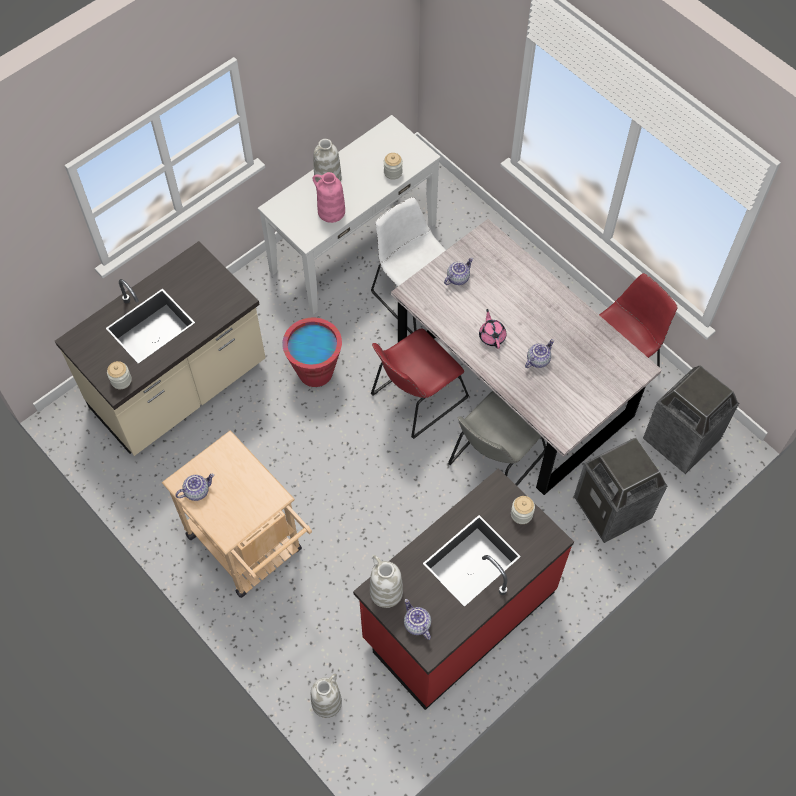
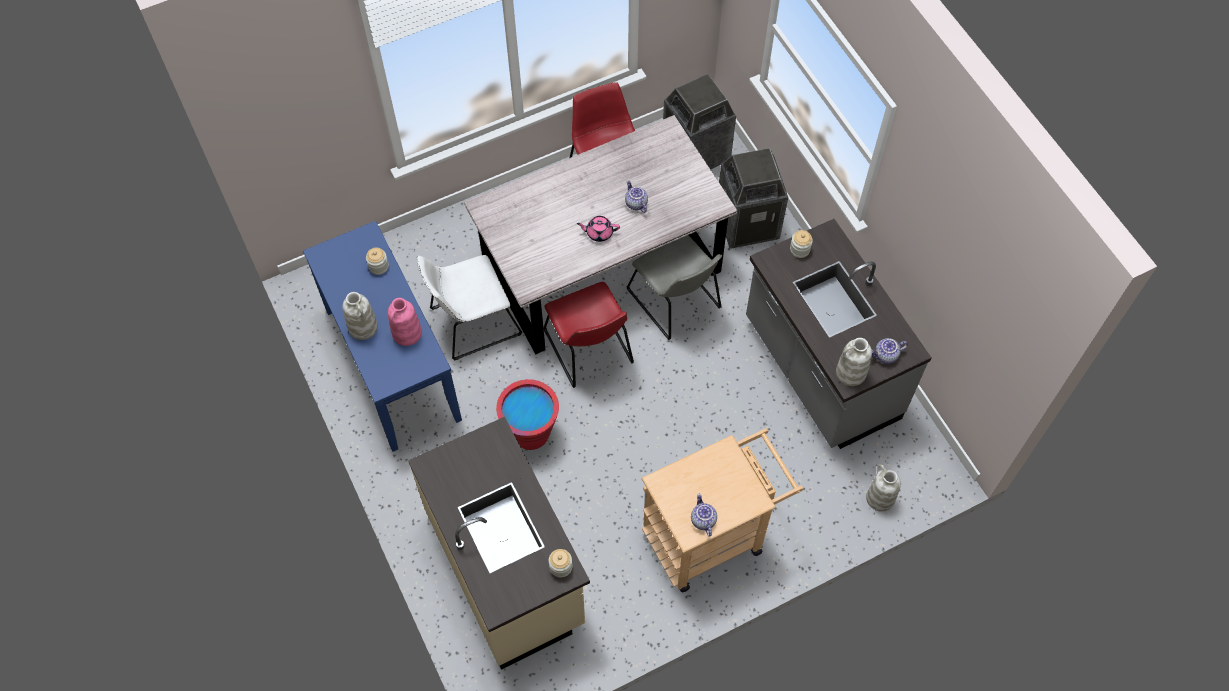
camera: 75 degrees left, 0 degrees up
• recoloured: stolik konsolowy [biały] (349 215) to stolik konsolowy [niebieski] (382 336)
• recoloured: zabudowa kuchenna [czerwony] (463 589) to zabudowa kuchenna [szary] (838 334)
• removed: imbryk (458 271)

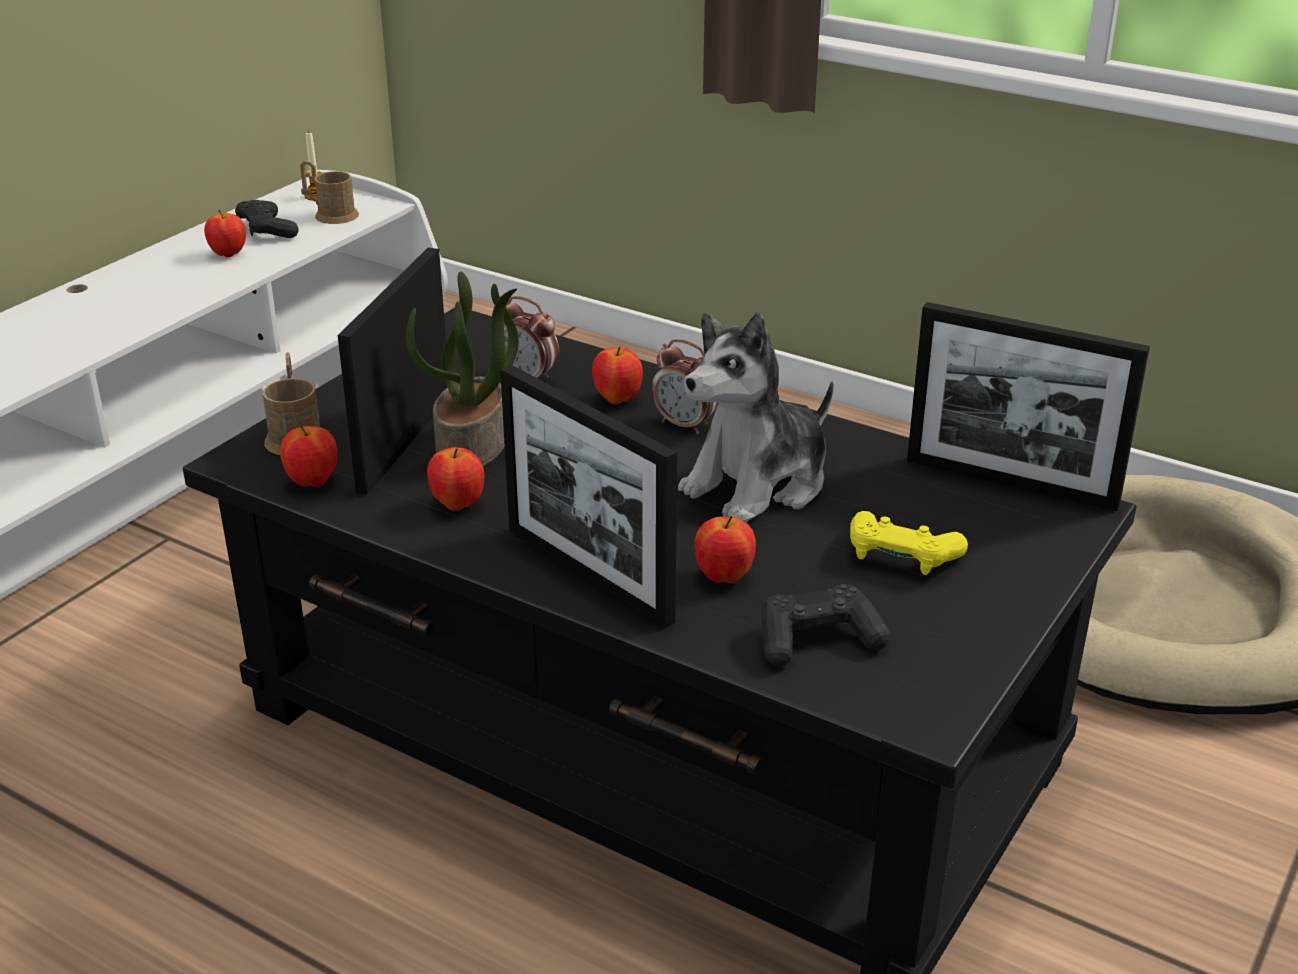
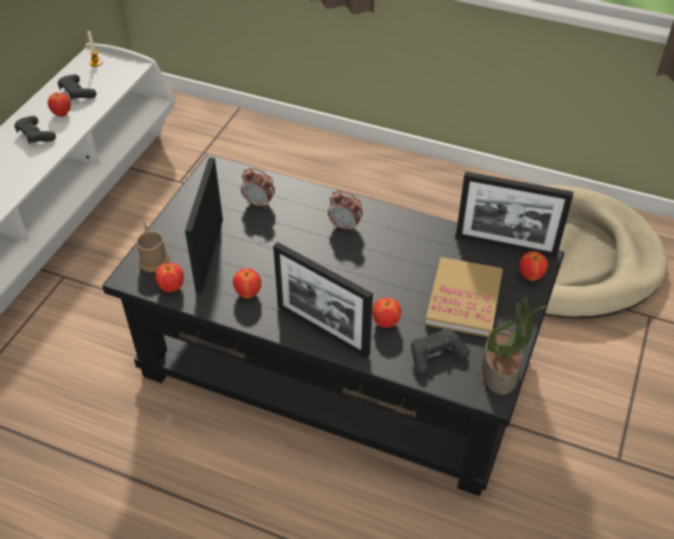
camera: 10 degrees left, 15 degrees up
• removed: kubek [brązowy] (329 192)
• moved: roślina doniczkowa (462 369) to (514 346)
• moved: jabłko (617 376) to (533 266)
• removed: pluszak (756 417)
• replaced: pad do gier [żółty] (909 543) to książka (464 297)
• added: pad do gier [czarny] (35 130)

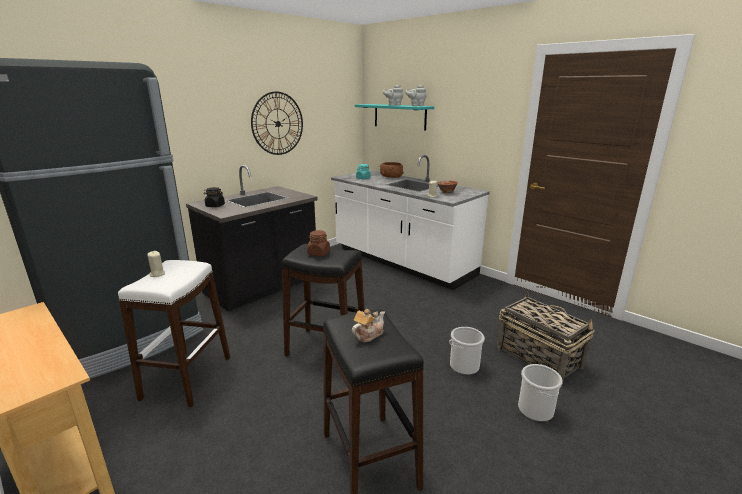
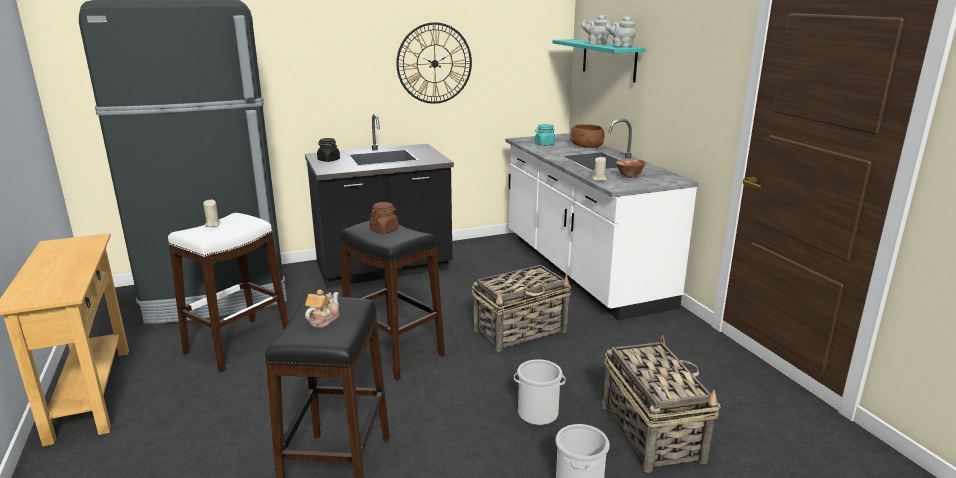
camera: 25 degrees right, 0 degrees up
• turned: imbryk (368 325) = (322 308) 45 degrees counterclockwise
• added: koszyk (521 308)

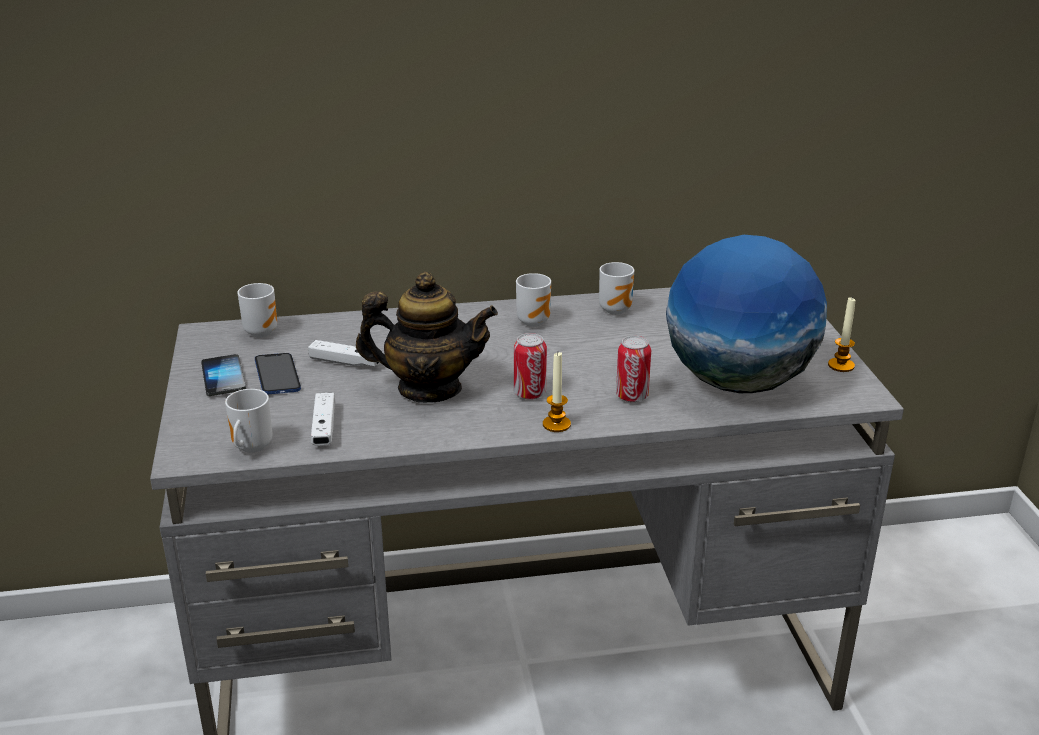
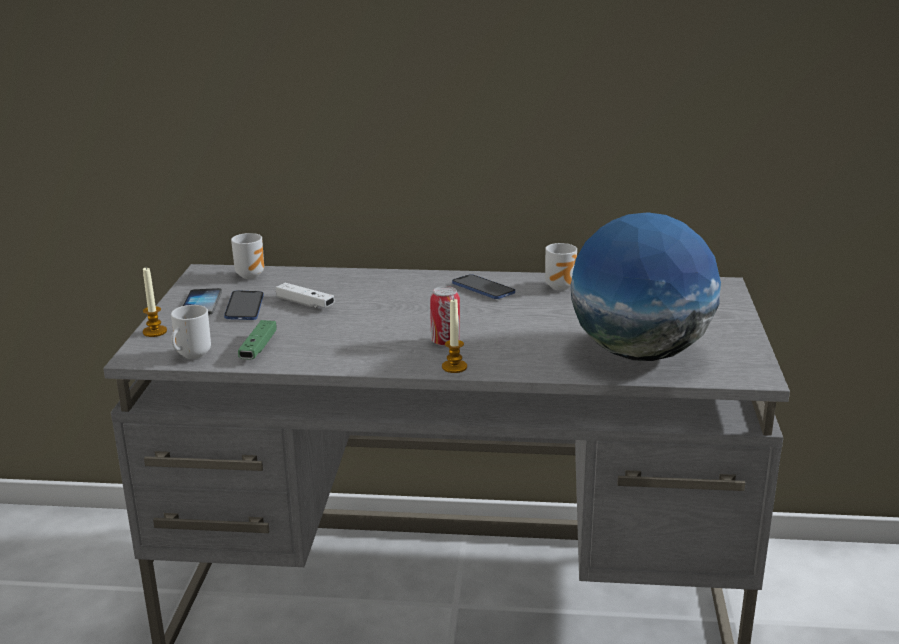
camera: 15 degrees right, 5 degrees down
• recoloured: pad do gier [biały] (323 419) to pad do gier [zielony] (257 340)
• removed: imbryk (427 337)
• replaced: kubek (533 300) to telefon (483 286)
• removed: puszka (633 369)
• moved: świeca (841 334) to (155 302)

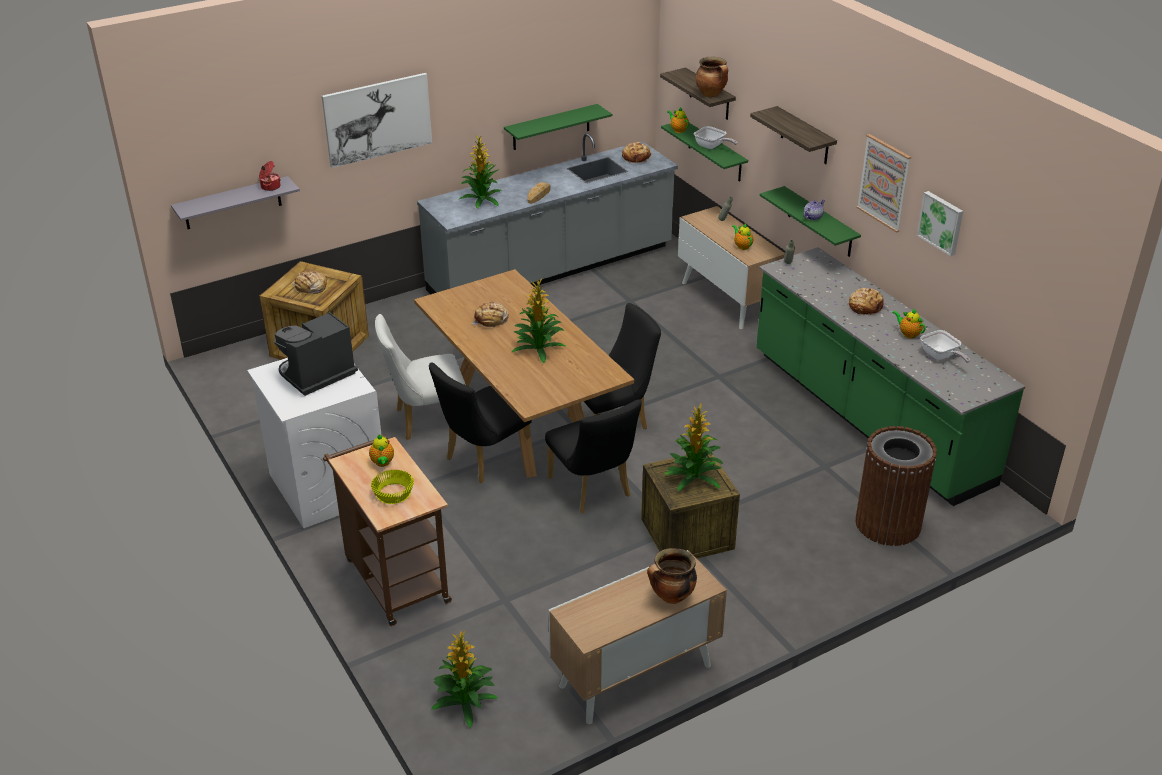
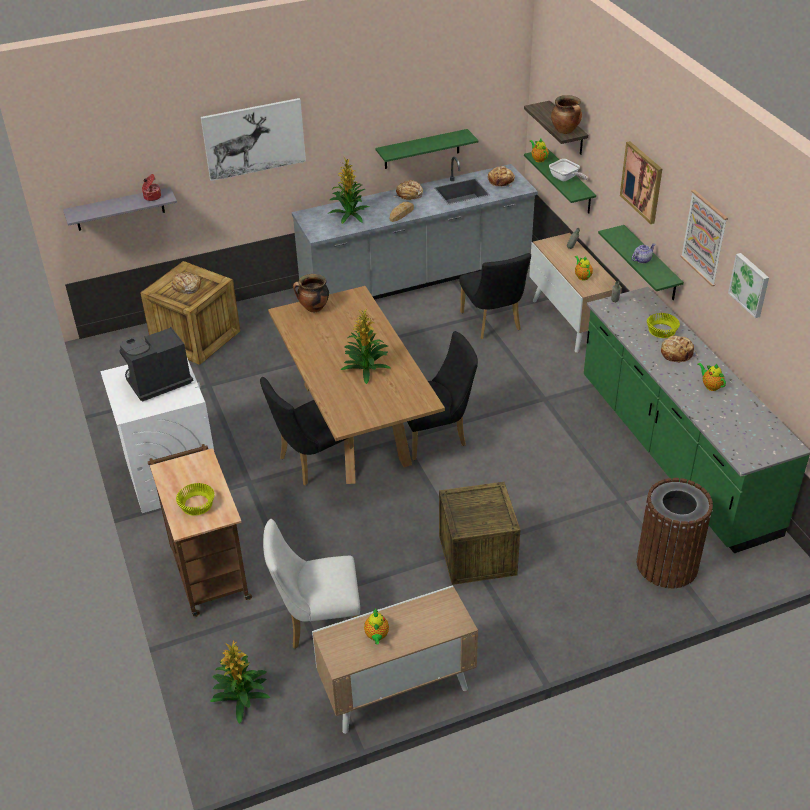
camera: 10 degrees right, 5 degrees up
• moved: imbryk (381 450) to (376 626)
• moved: krzesło [biały] (420 377) to (311 584)
• moved: chleb (490 314) to (408 190)
• moved: krzesło [czarny] (593 456) to (495 296)
• moved: garnek (672 576) to (311 293)
• removed: roślina doniczkowa (693 447)
• replaced: półka (793 135) to obraz (641 182)
• removed: patelnia (945 346)
• added: miska [żółty] (663 325)

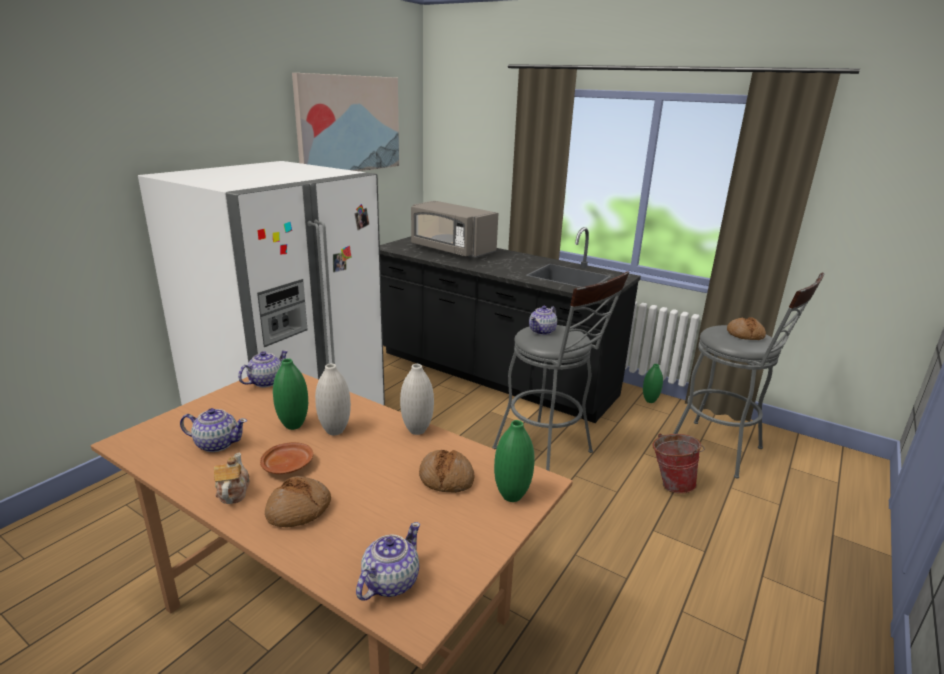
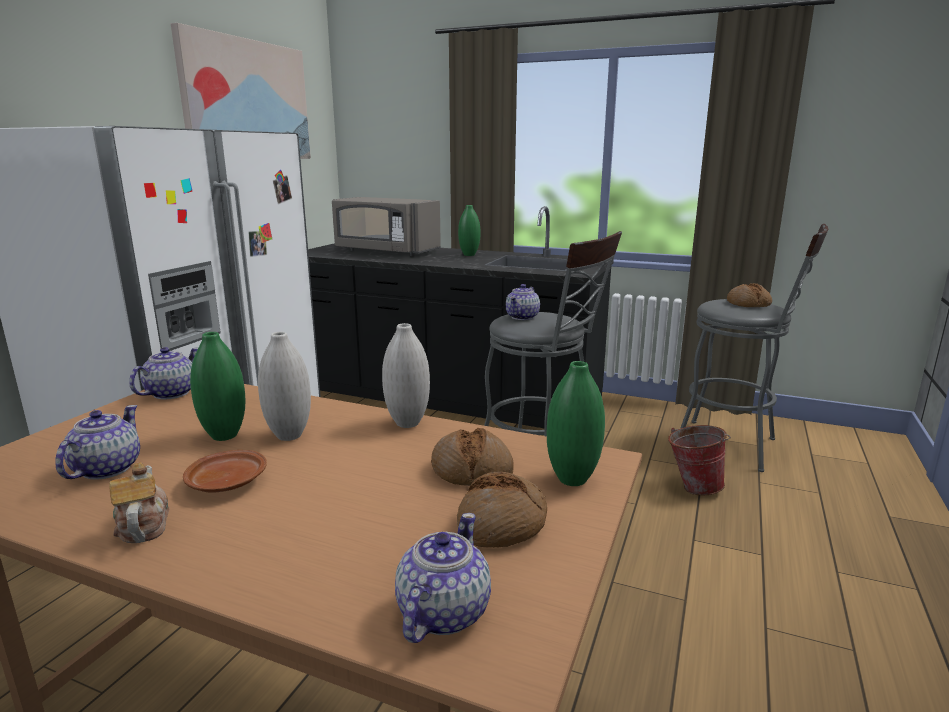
camera: 10 degrees left, 5 degrees down
• turned: imbryk (213 430) = (97 442) 75 degrees counterclockwise
• moved: chleb (298 501) to (502 510)
• moved: wazon [zielony] (653 383) to (469 230)

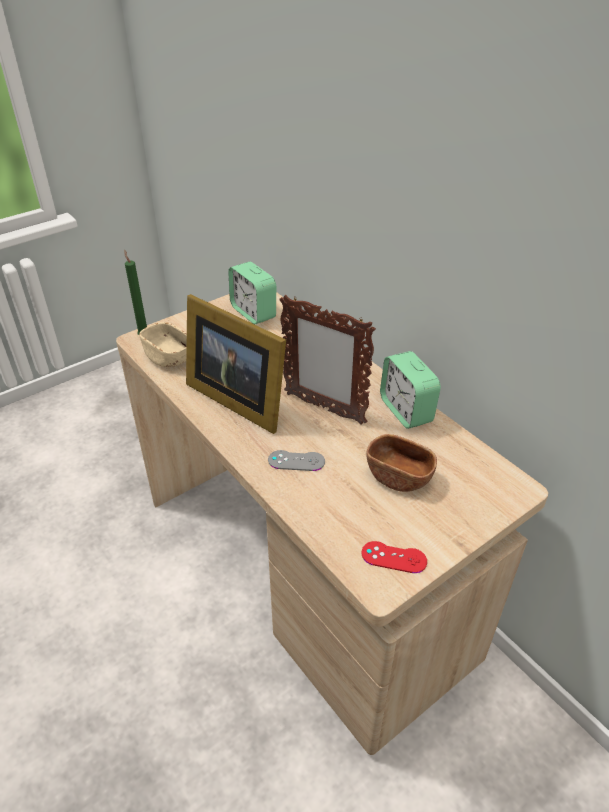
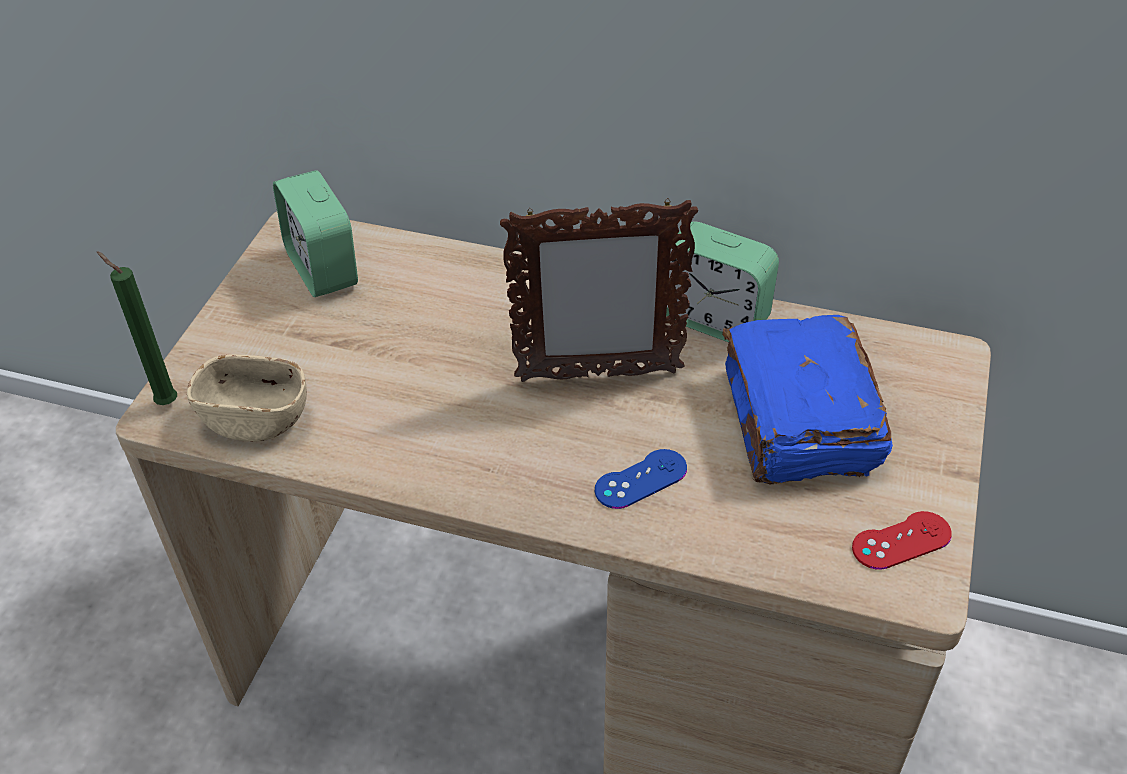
camera: 35 degrees left, 5 degrees up
• removed: ramka na zdjęcie (236 364)
• turned: budzik (252 292) = (315 233) 45 degrees clockwise
• recoloured: pad do gier [szary] (296 460) to pad do gier [niebieski] (641 479)
• replaced: miska [brązowy] (401 463) to książka [niebieski] (807 399)

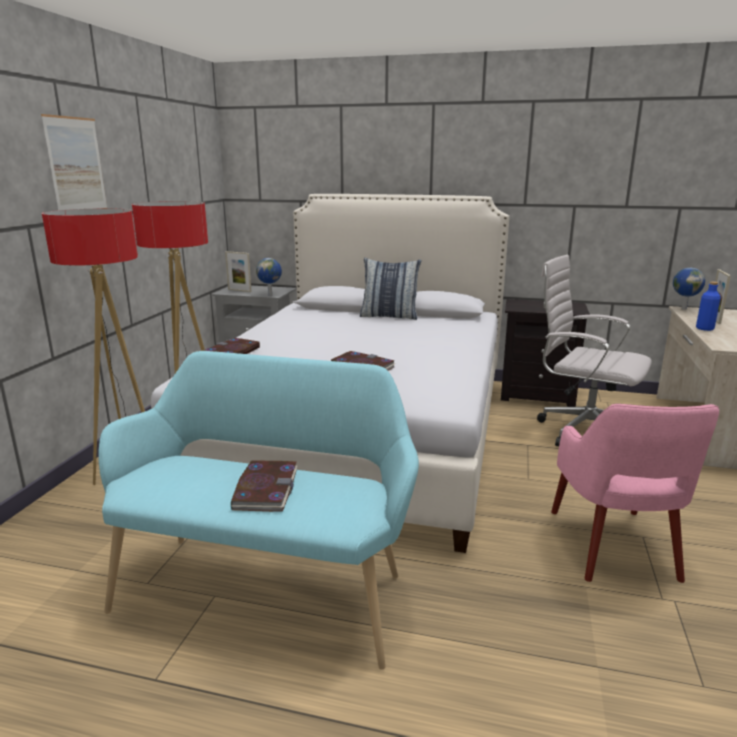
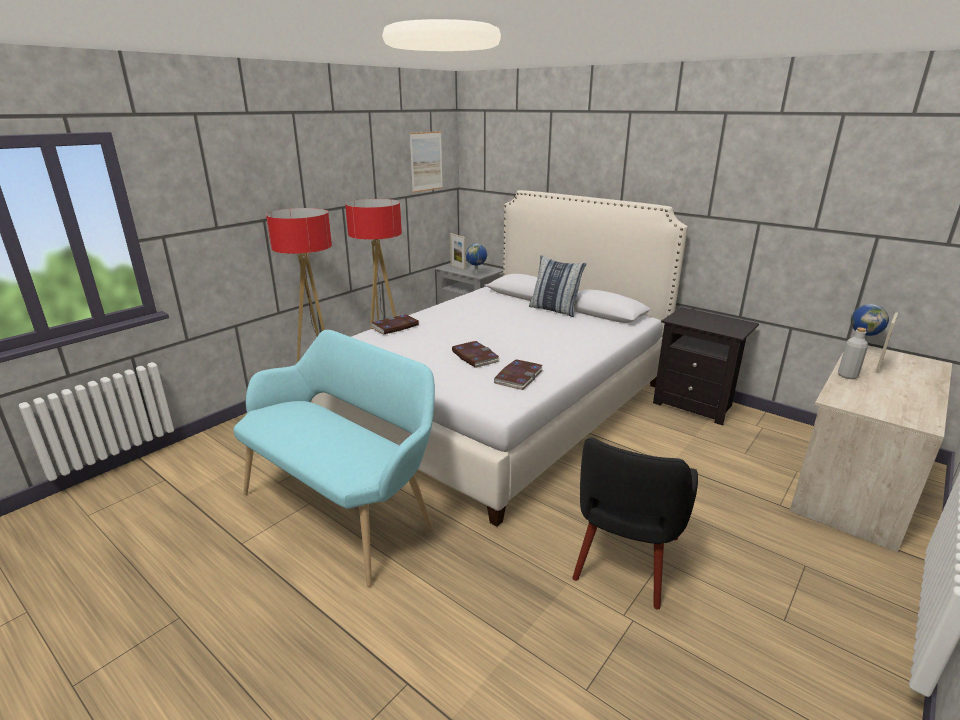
camera: 25 degrees right, 5 degrees up
• moved: obraz (74 162) to (426 162)
• moved: książka (264 486) to (518 374)
• removed: krzesło biurowe [biały] (594 350)
• recoloured: fotel [różowy] (635 493) to fotel [czarny] (635 523)
• recoloured: butelka [niebieski] (708 306) to butelka [szary] (853 353)

